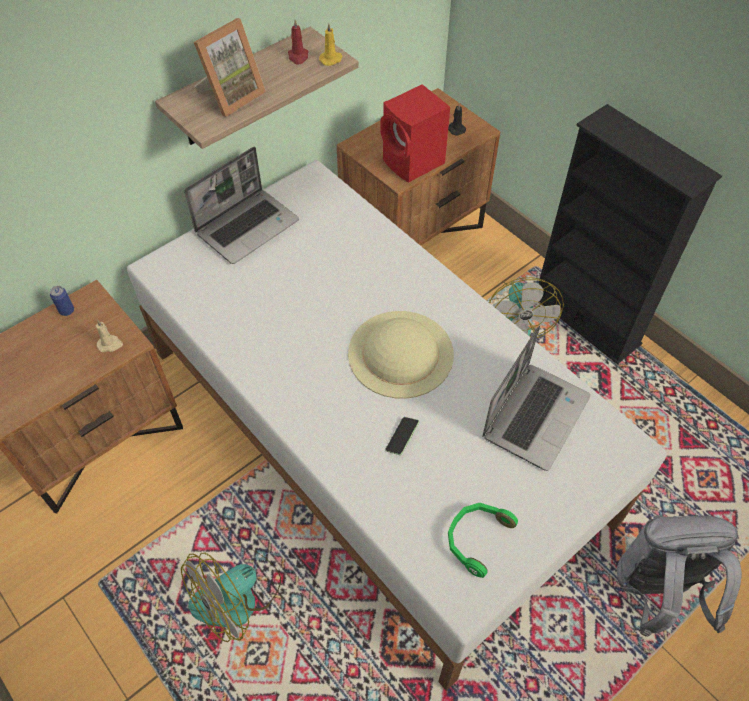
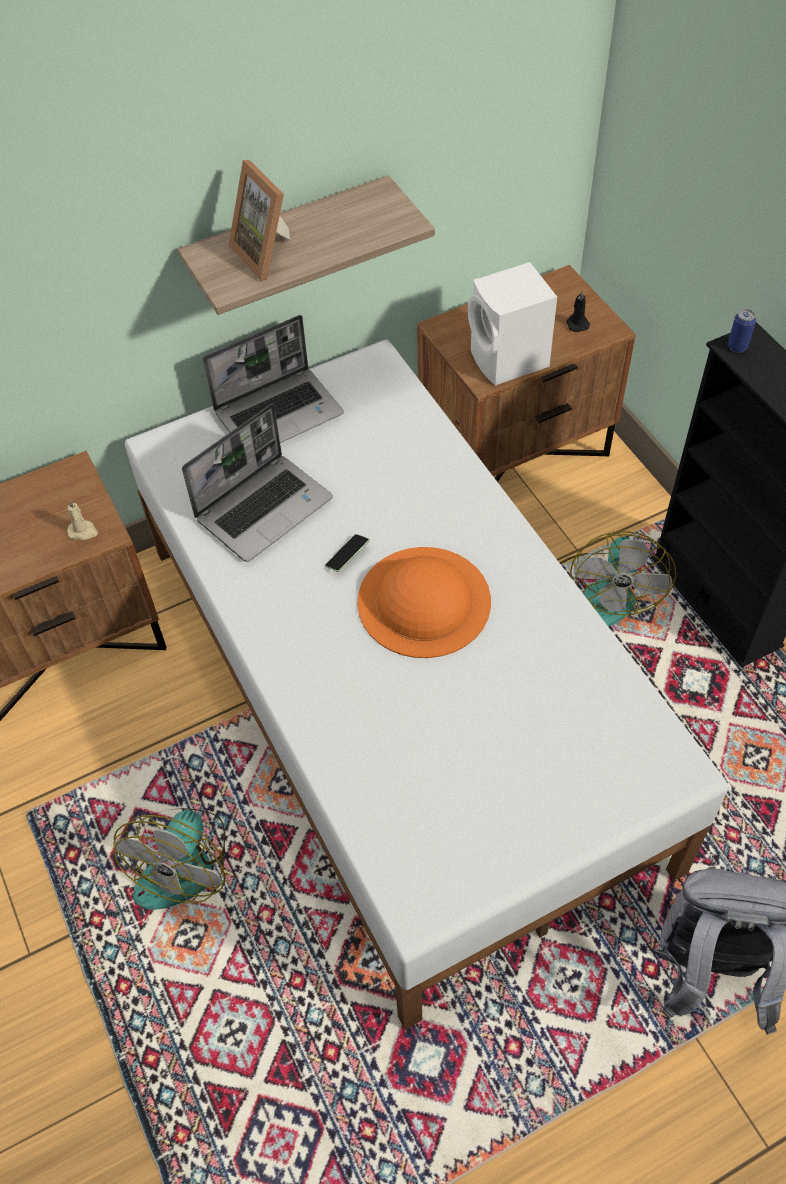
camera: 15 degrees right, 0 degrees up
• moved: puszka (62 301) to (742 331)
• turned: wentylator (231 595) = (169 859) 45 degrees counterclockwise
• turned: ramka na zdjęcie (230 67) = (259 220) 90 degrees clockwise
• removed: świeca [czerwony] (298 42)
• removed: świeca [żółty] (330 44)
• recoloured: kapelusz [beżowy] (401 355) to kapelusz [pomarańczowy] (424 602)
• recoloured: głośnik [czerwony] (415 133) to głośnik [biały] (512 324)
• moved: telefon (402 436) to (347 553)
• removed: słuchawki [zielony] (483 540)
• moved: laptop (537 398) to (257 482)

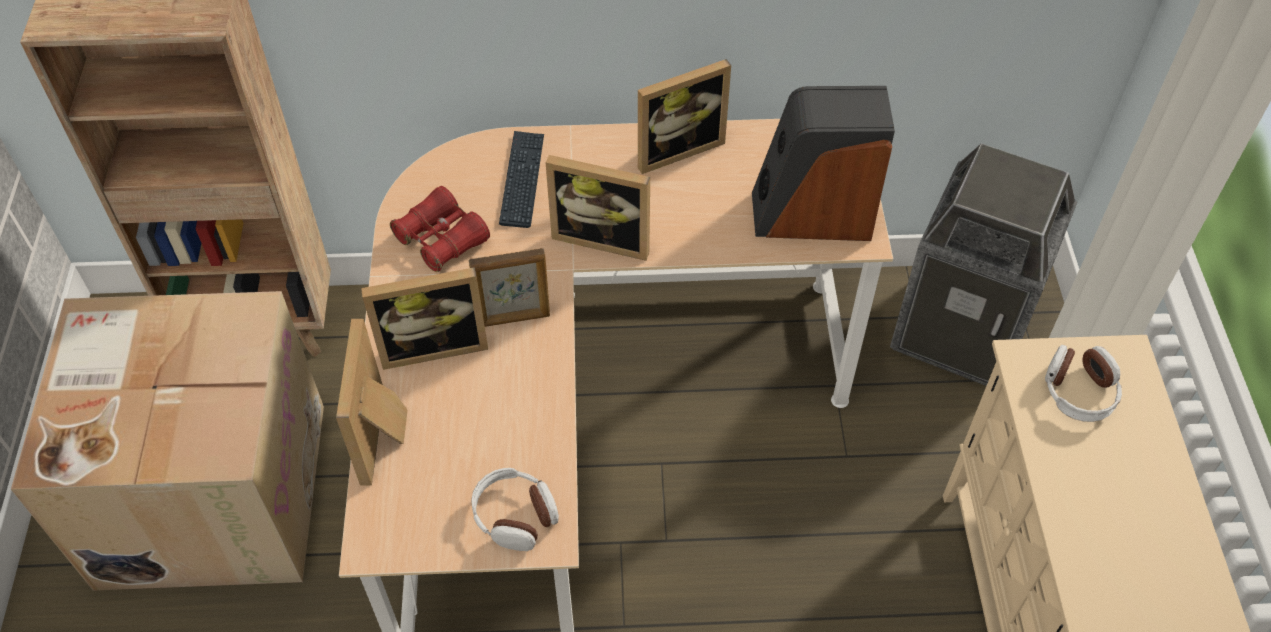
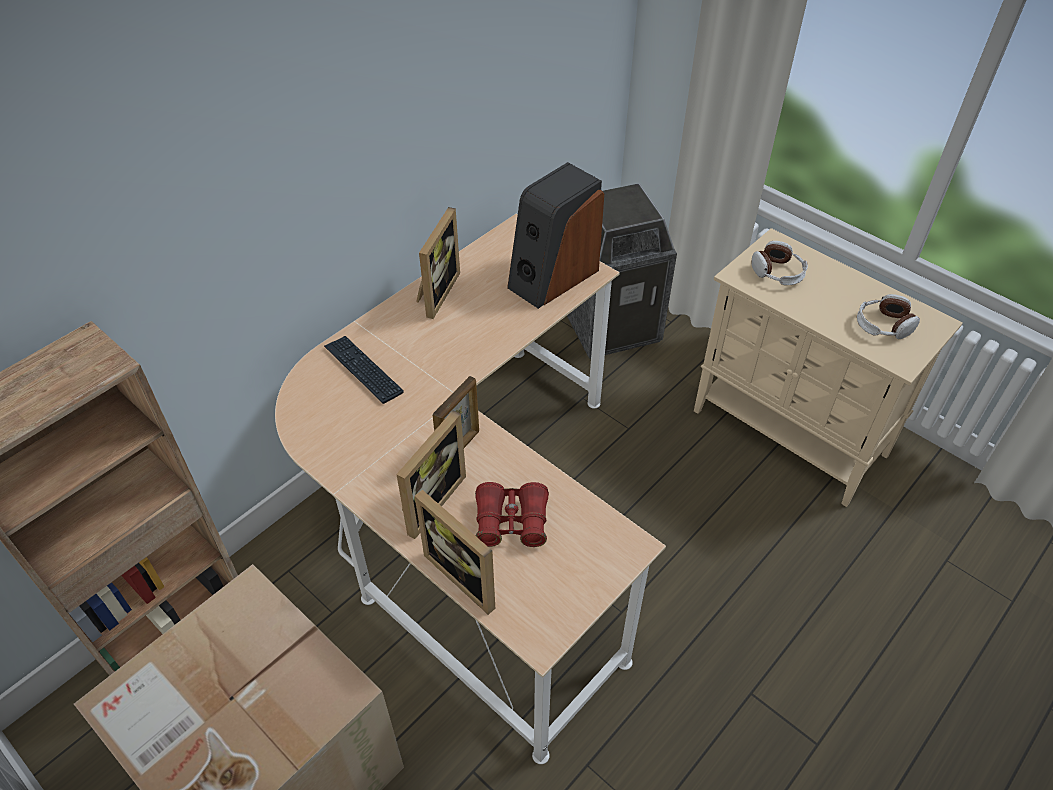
camera: 45 degrees left, 5 degrees down
• moved: lornetka [czerwony] (440 229) to (512 514)
• moved: słuchawki (515 509) to (888 316)
• removed: ramka na zdjęcie (597 208)

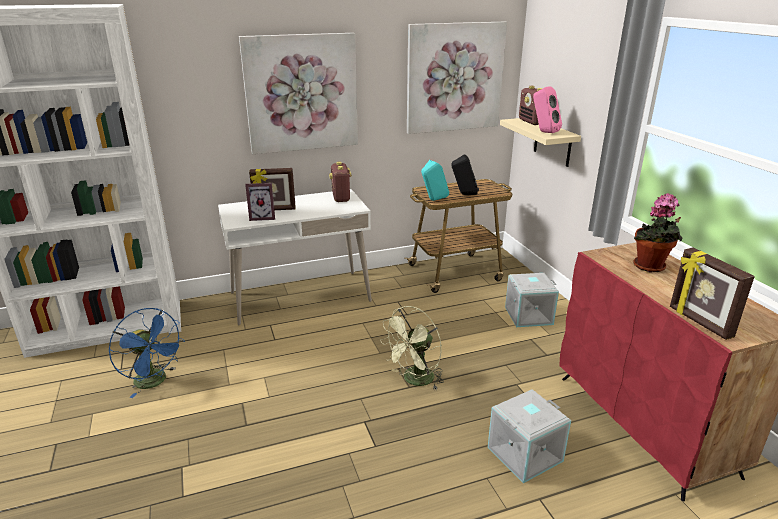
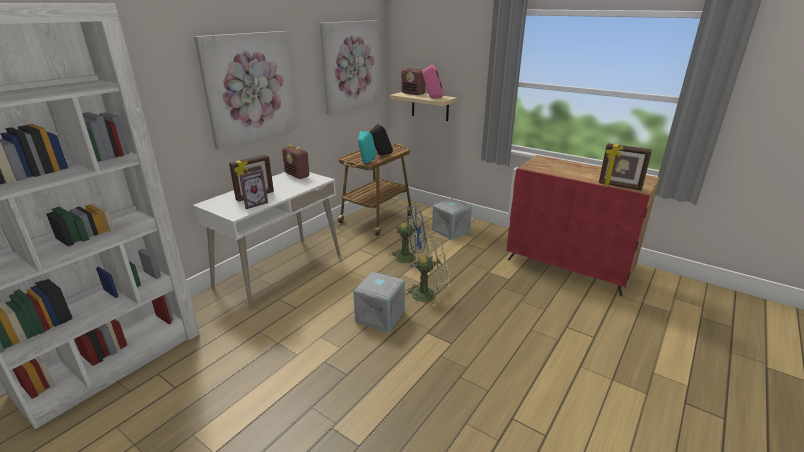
camera: 35 degrees left, 0 degrees up
• moved: wentylator [niebieski] (146 353) to (407 236)
• turned: wentylator [zielony] (412 348) = (427 271) 105 degrees counterclockwise
• moved: pojemnik do przechowywania [szary] (529 436) to (379 302)
• removed: roślina doniczkowa (658 232)

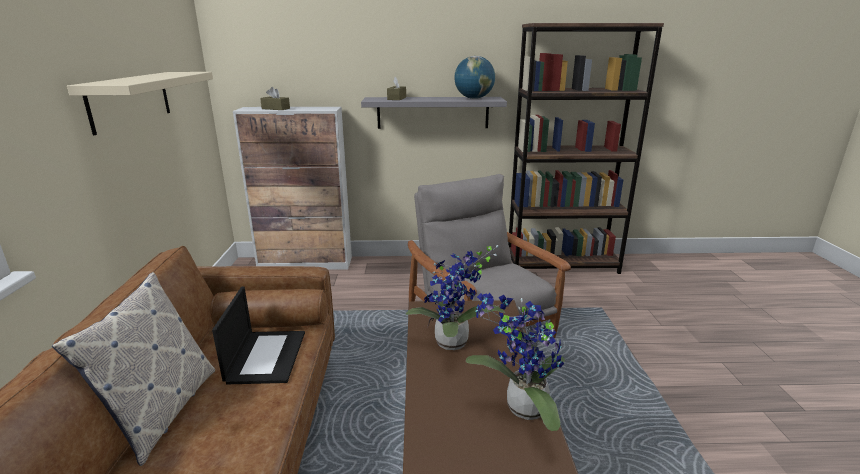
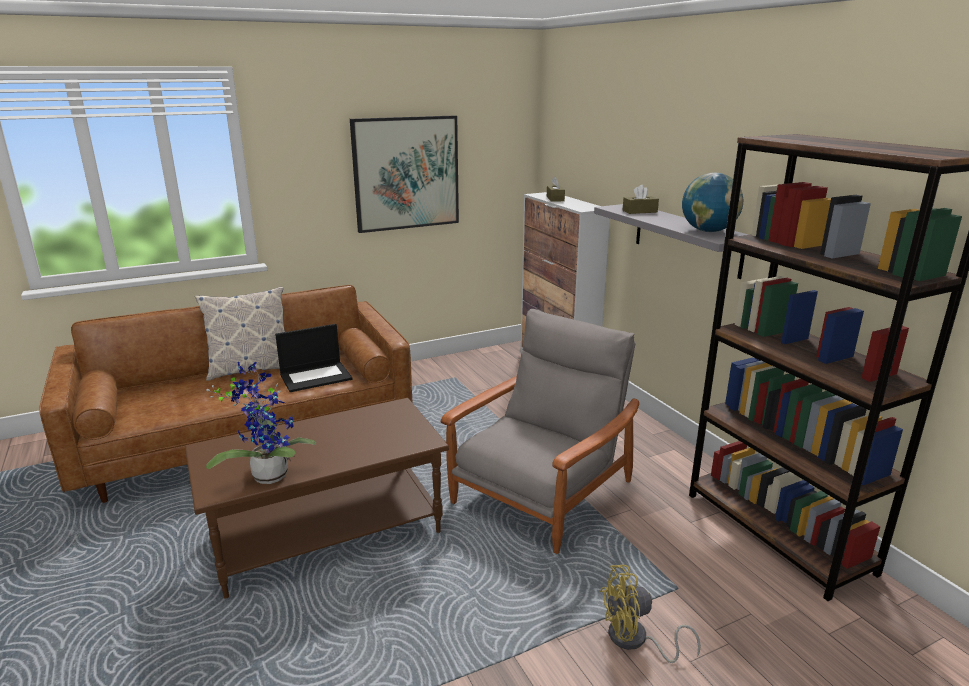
camera: 65 degrees right, 0 degrees up
• replaced: półka [beżowy] (140 103) to obraz (404 174)
• removed: roślina doniczkowa (455 297)
• added: wentylator [żółty] (650 614)

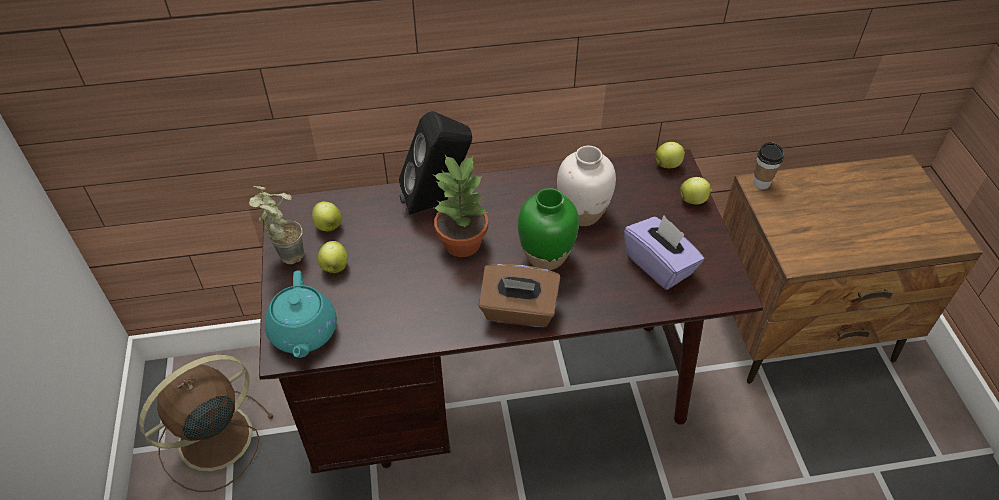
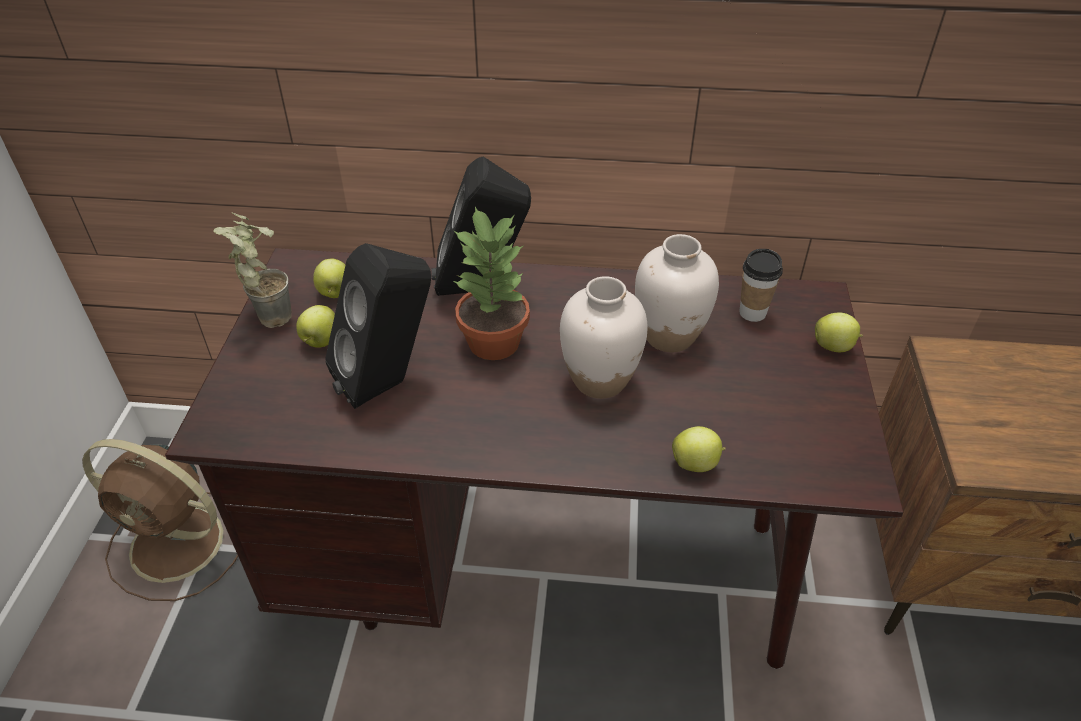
camera: 15 degrees right, 5 degrees down
• turned: wentylator [brązowy] (206 423) = (160 520) 135 degrees counterclockwise
• removed: imbryk [turkusowy] (301 314)
• removed: pudełko chusteczek [brązowy] (519 295)
• recoloured: wazon [zielony] (548 229) to wazon [biały] (604 337)
• removed: pudełko chusteczek [fioletowy] (664 252)
• moved: jabłko (670 155) to (699 449)
• moved: filiżanka (768 165) to (761 285)
• added: głośnik [czarny] (378 326)

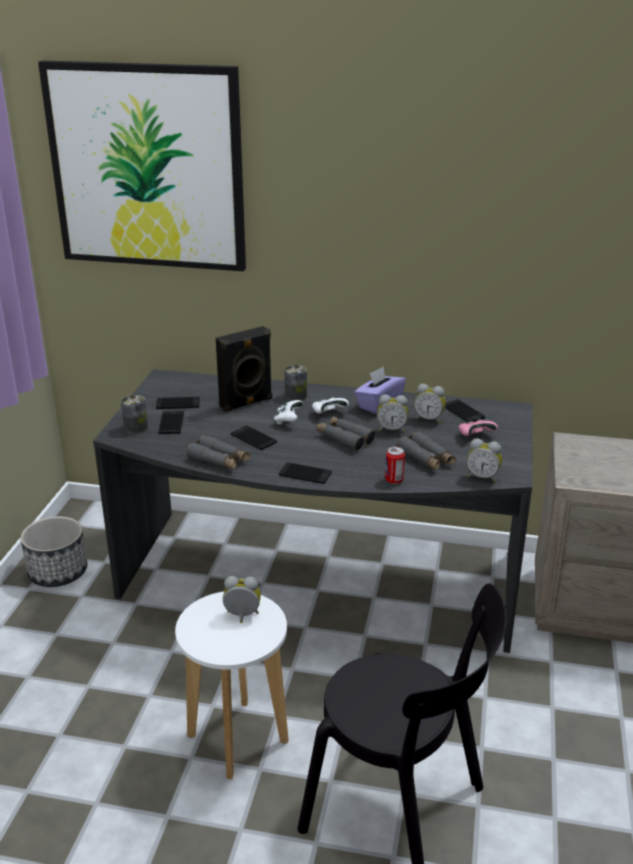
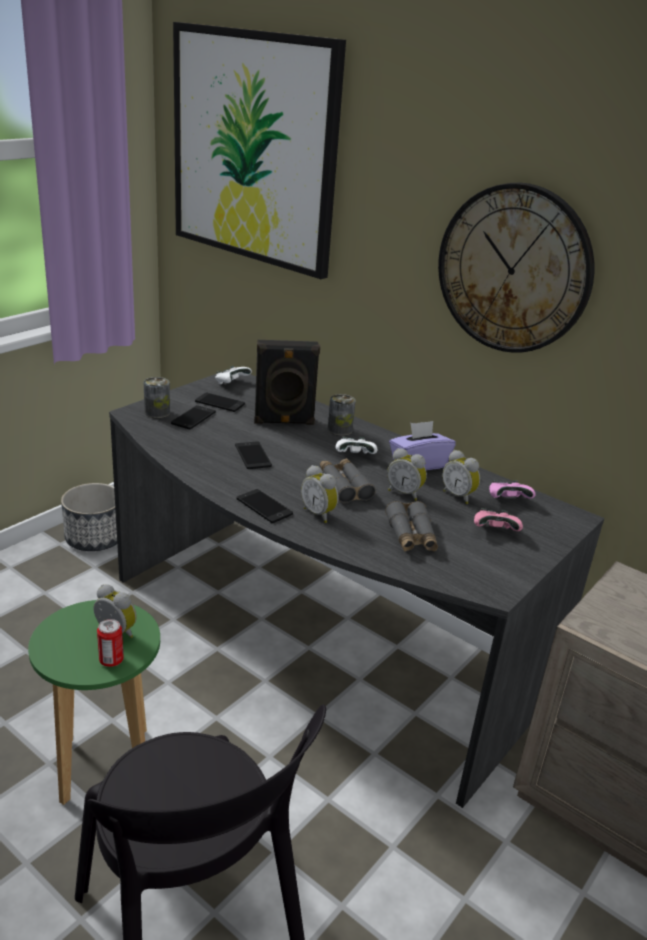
camera: 25 degrees right, 0 degrees up
• recoloured: stołek [biały] (231 685) to stołek [zielony] (94 702)
• removed: lornetka [szary] (218 452)
• moved: pad do gier [biały] (288 412) to (233 375)
• moved: puszka (395 465) to (110 643)
• replaced: telefon (465 411) to pad do gier [różowy] (512 490)
• moved: budzik (484 460) to (320 494)
• added: zegar ścienny (516 268)

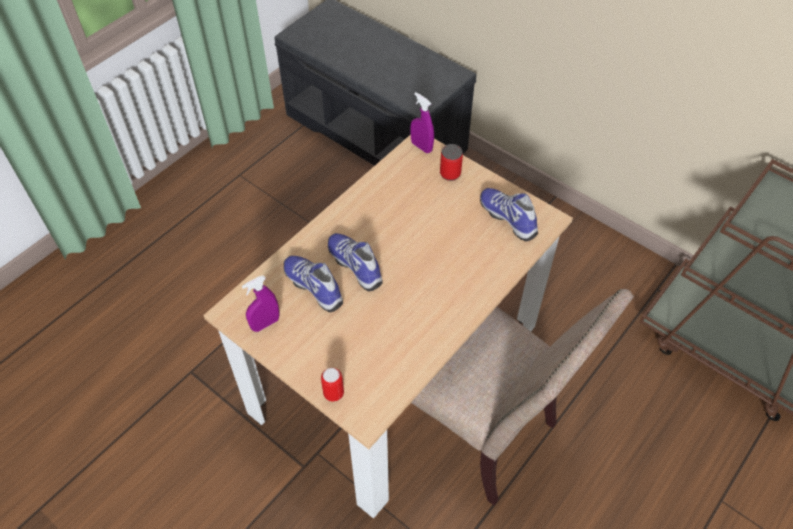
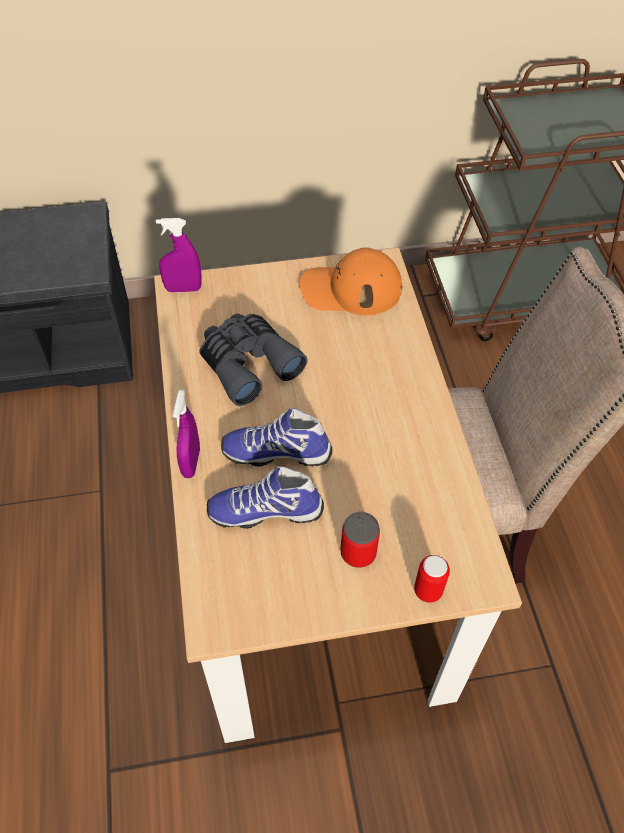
camera: 50 degrees left, 0 degrees up
• moved: spryskiwacz [fioletowy] (260 303) to (186 434)
• moved: puszka (451 162) to (360 540)
• replaced: but (509 214) to czapka z daszkiem [pomarańczowy] (351 281)
• added: lornetka [szary] (253 360)

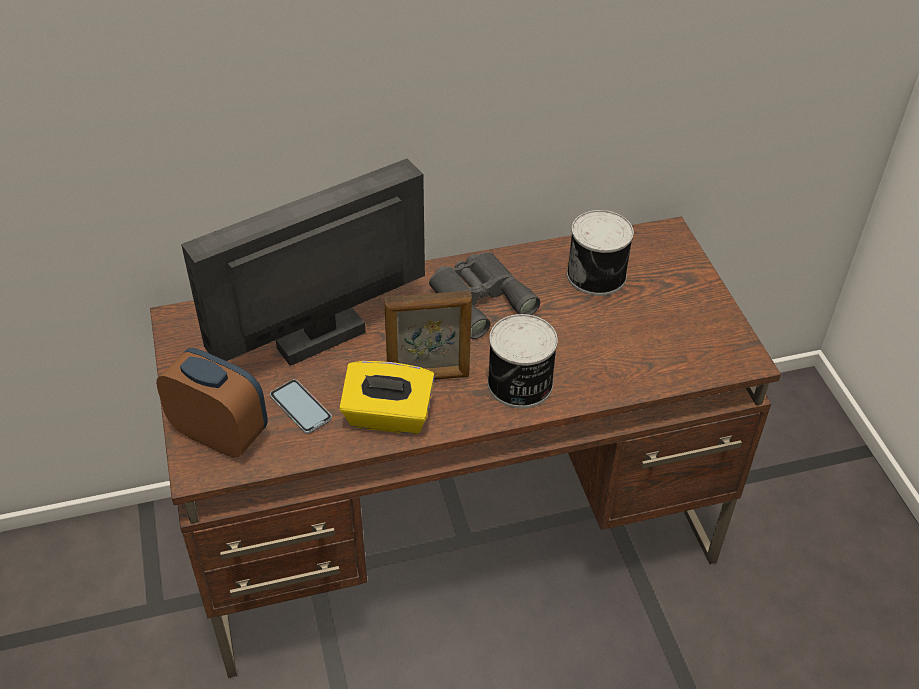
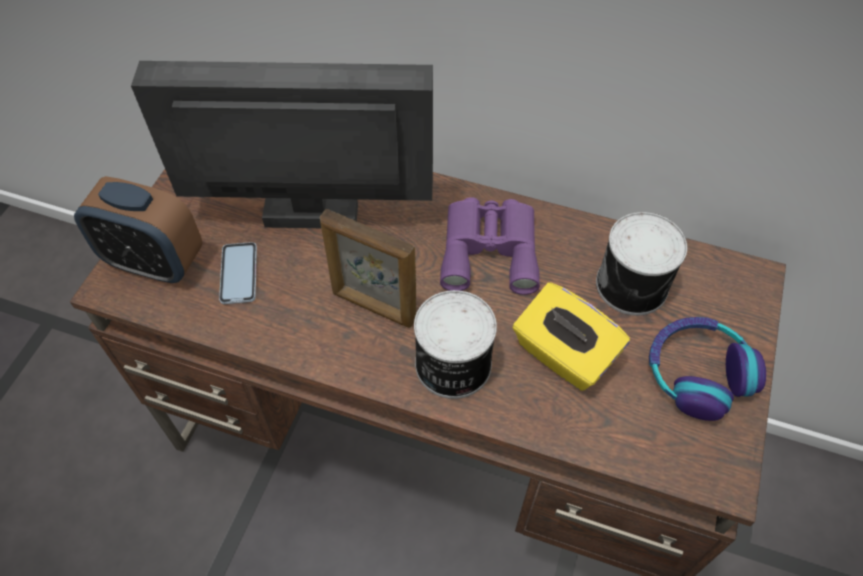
camera: 35 degrees right, 10 degrees up
• turned: budzik (212 403) = (138 229) 135 degrees clockwise
• moved: pudełko chusteczek [żółty] (387 397) to (571 336)
• recoloured: lornetka [szary] (484 295) to lornetka [fioletowy] (490 246)
• added: słuchawki (707 369)

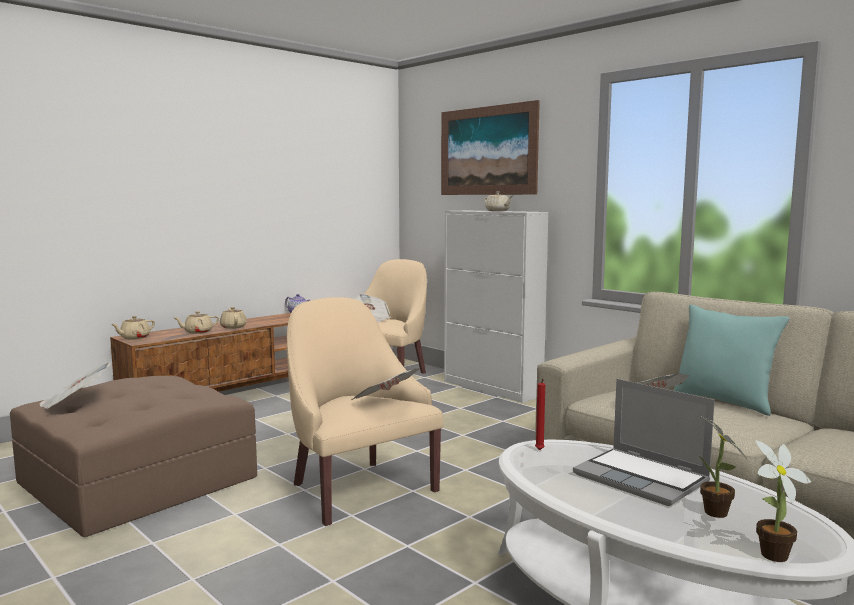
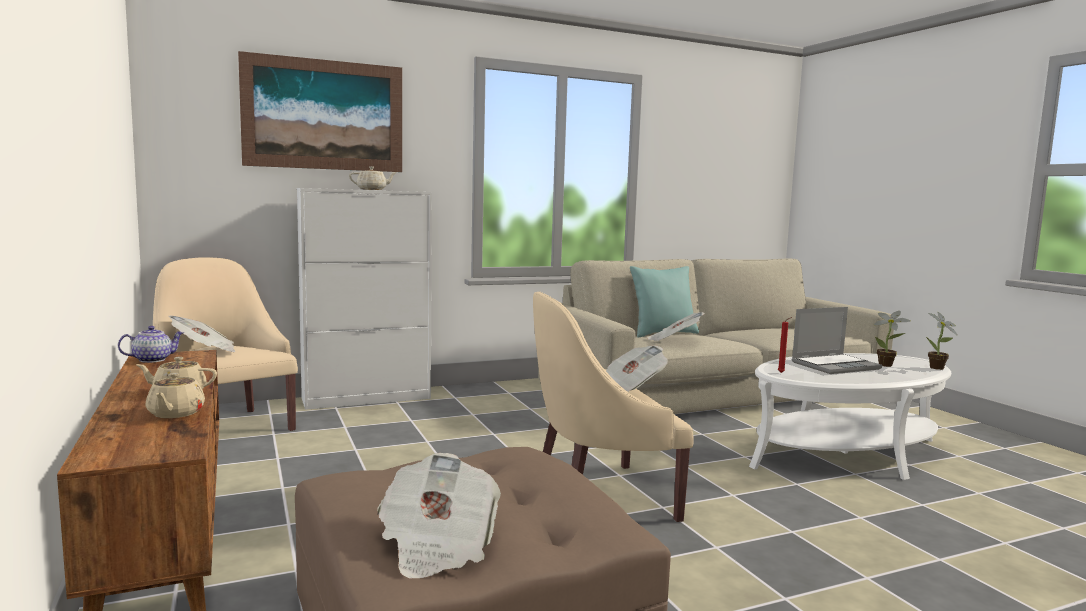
camera: 70 degrees left, 0 degrees up
• removed: imbryk [beżowy] (133 328)

